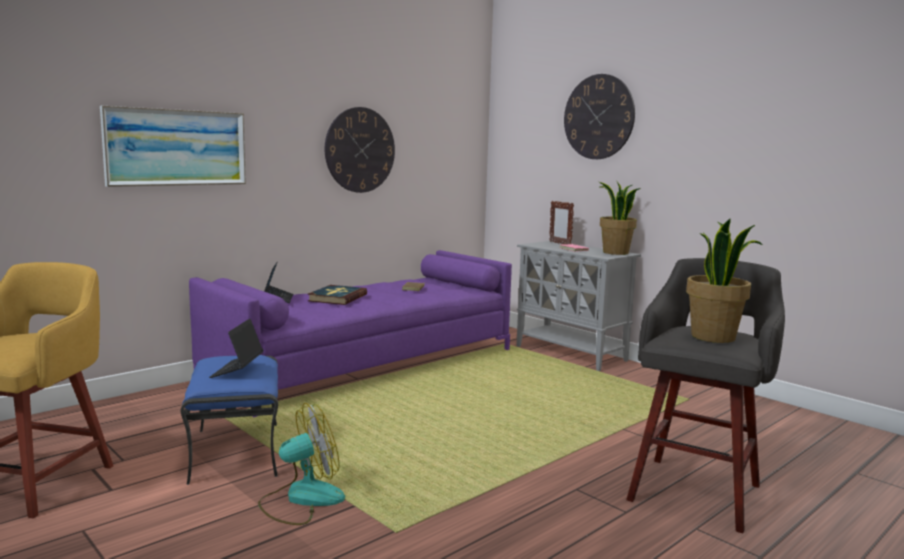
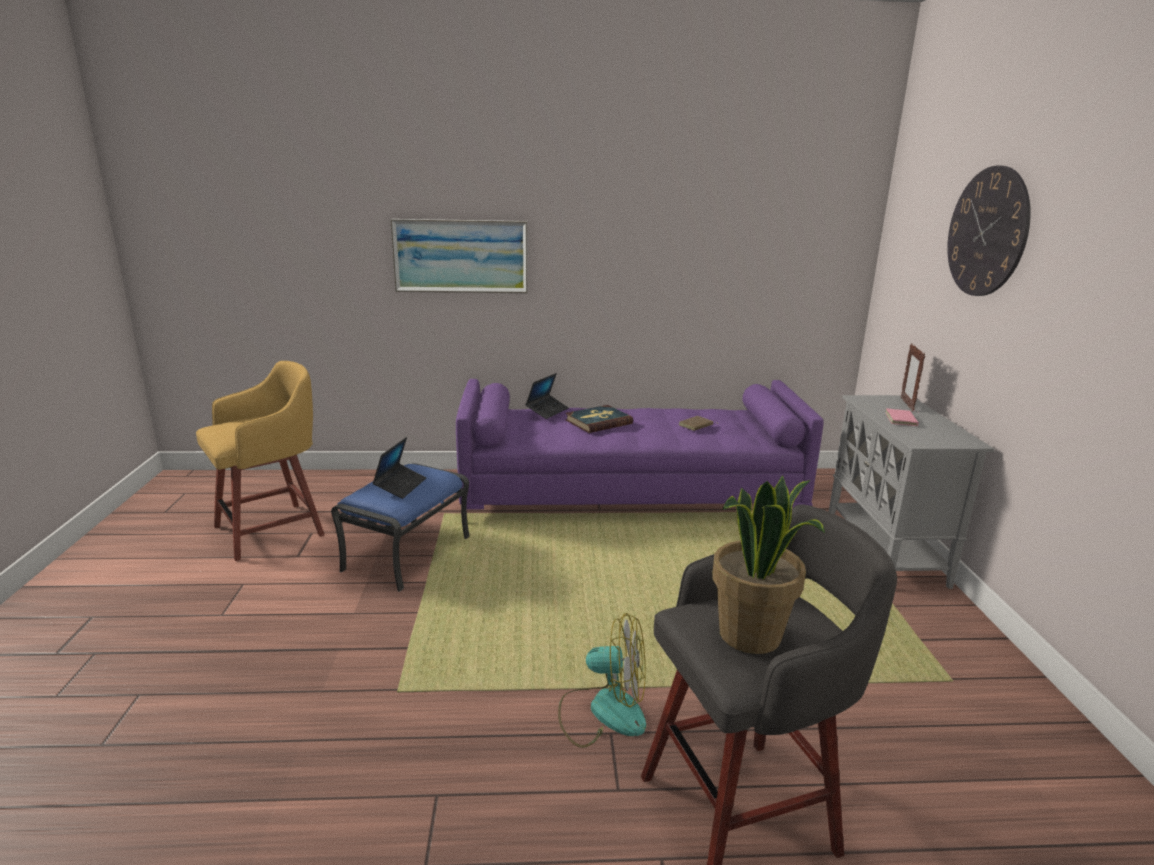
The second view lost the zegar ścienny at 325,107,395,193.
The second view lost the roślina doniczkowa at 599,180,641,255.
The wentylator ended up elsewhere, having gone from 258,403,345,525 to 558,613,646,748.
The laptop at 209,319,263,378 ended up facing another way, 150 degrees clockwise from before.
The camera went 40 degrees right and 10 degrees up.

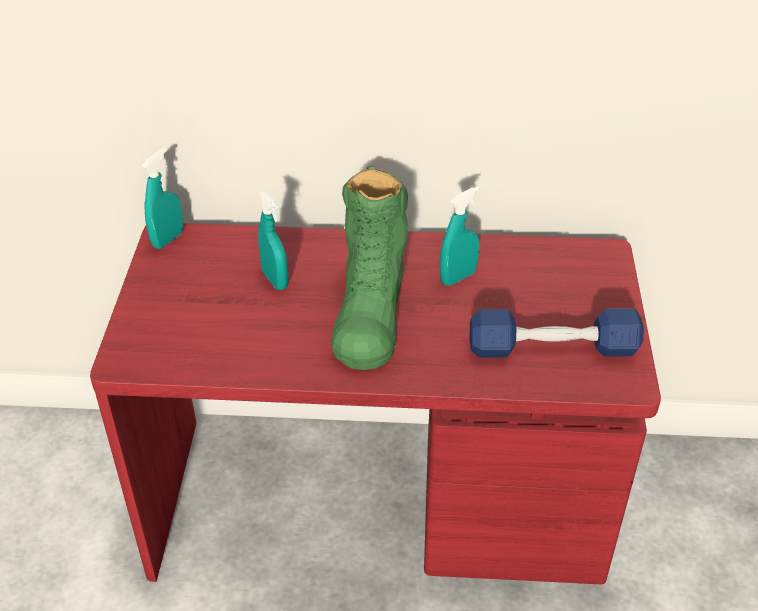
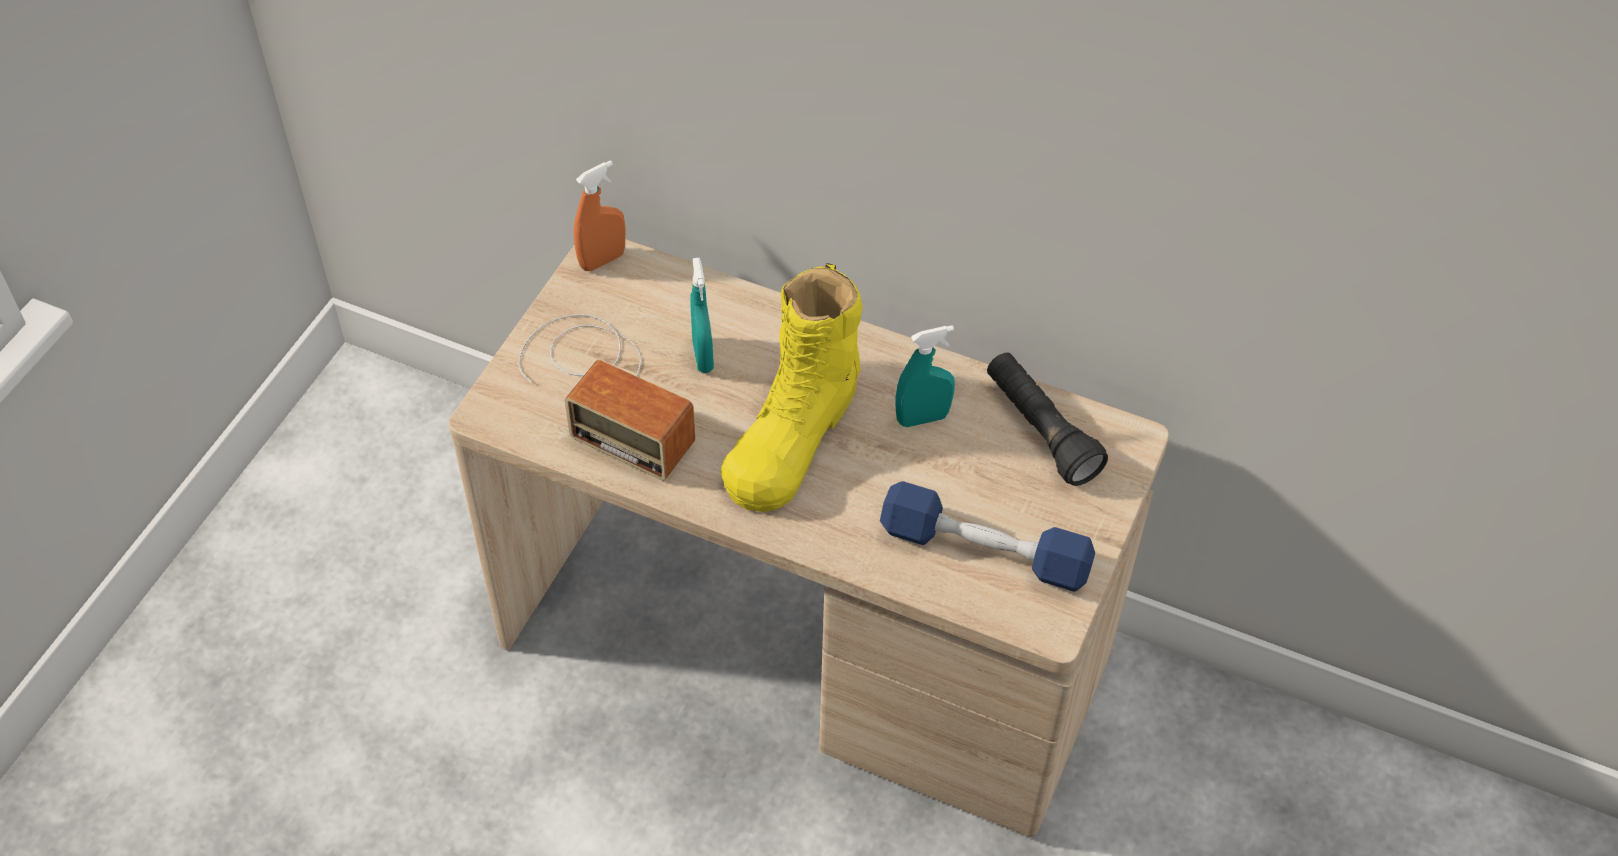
The second view gained the radio at 518,314,695,481.
The second view gained the latarka (czarny) at 987,353,1108,486.
What was the biurko (czerwony) at 90,223,661,584 turned into the biurko (beżowy) at 449,239,1169,837.
What was the spryskiwacz (turkusowy) at 142,148,183,249 turned into the spryskiwacz (pomarańczowy) at 573,160,626,271.
What was the but z cholewką (zielony) at 331,167,408,370 turned into the but z cholewką (żółty) at 720,263,863,512.
The camera went 20 degrees right and 10 degrees up.

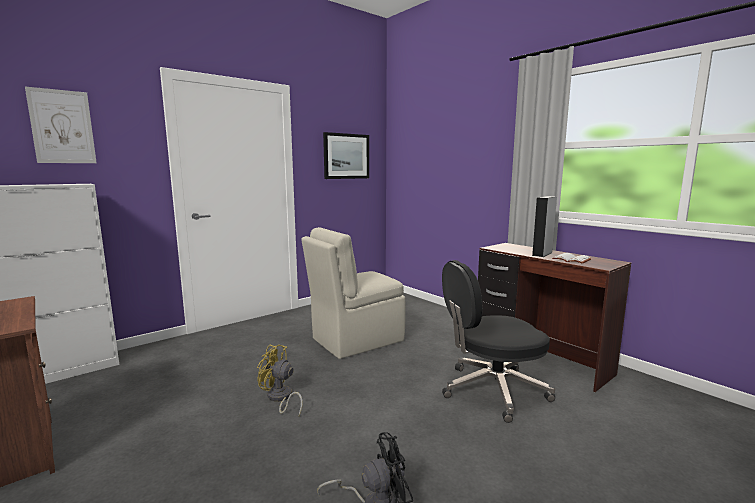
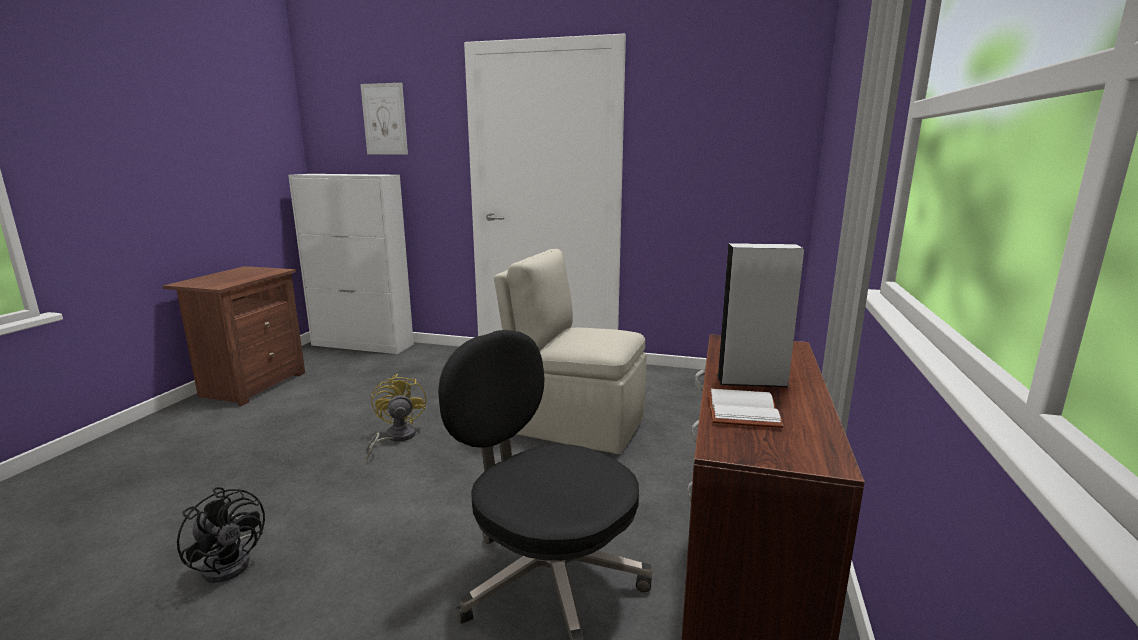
The second view lost the obraz at 323,132,369,179.
The camera went 55 degrees right and 5 degrees up.

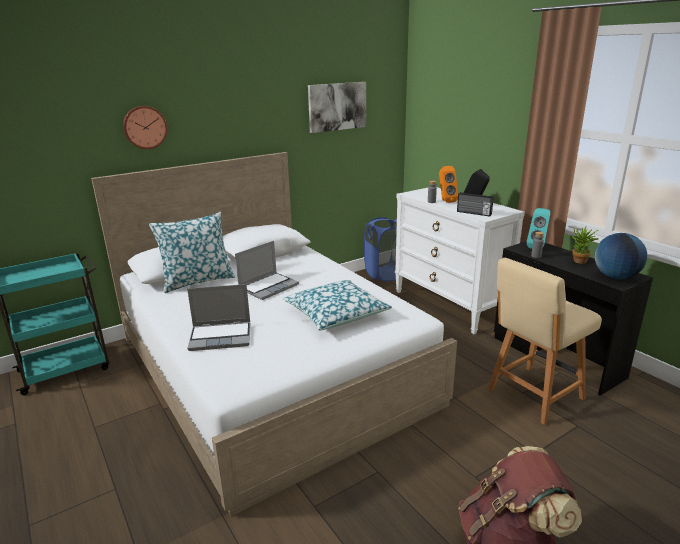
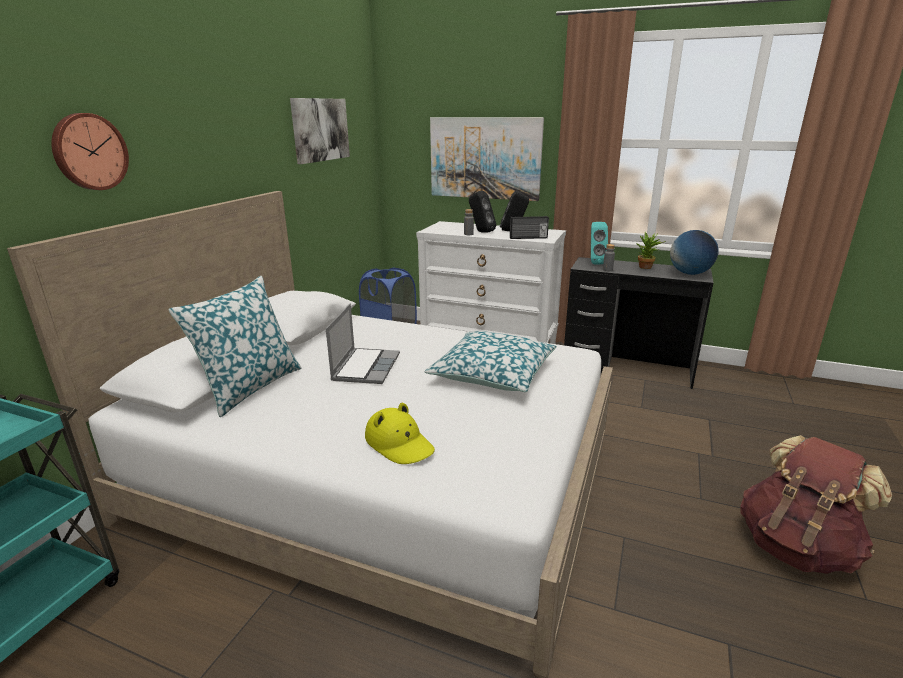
The second view lost the krzesło (beżowy) at 488,258,602,425.
The second view gained the obraz at 430,117,544,201.
Where the laptop stood at 187,284,250,351, the kapelusz (żółty) came to stand at 365,403,435,464.
What was the głośnik (pomarańczowy) at 439,166,458,203 turned into the głośnik (czarny) at 469,191,496,233.
The camera went 35 degrees left and 0 degrees up.

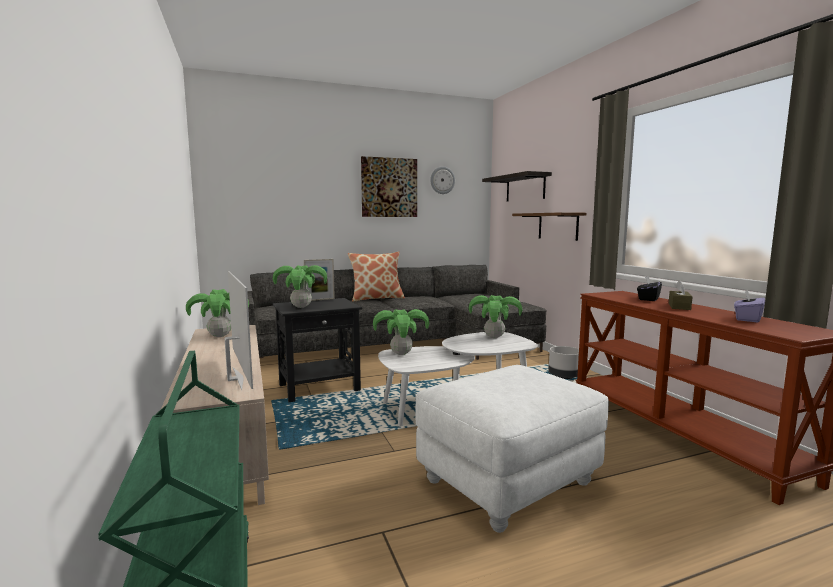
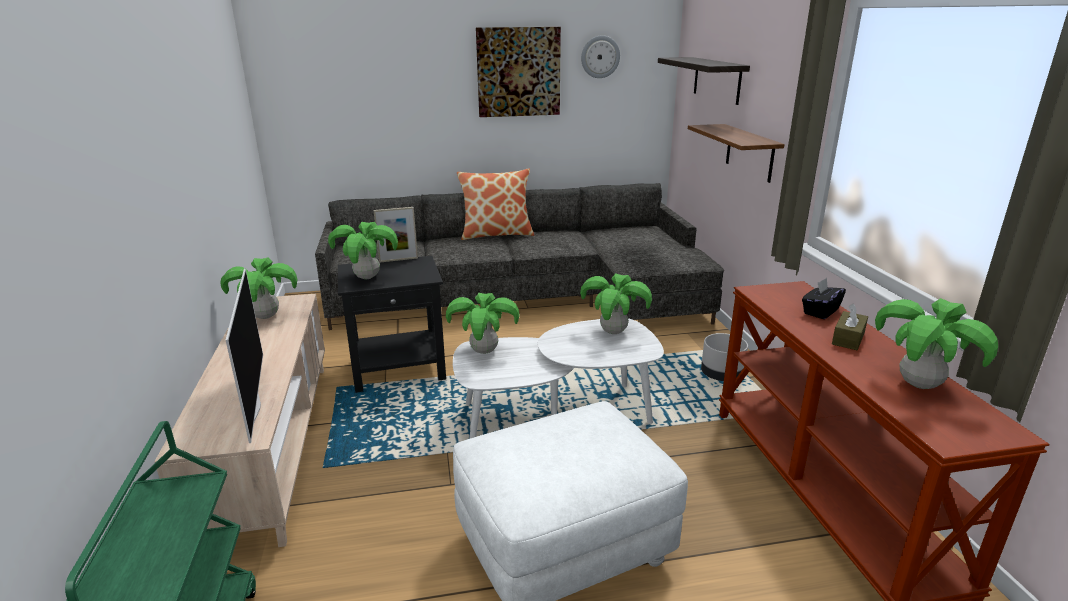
Where the pudełko chusteczek (fioletowy) stood at 734,289,765,323, the roślina doniczkowa came to stand at 875,298,998,389.
The camera went 10 degrees right and 15 degrees up.

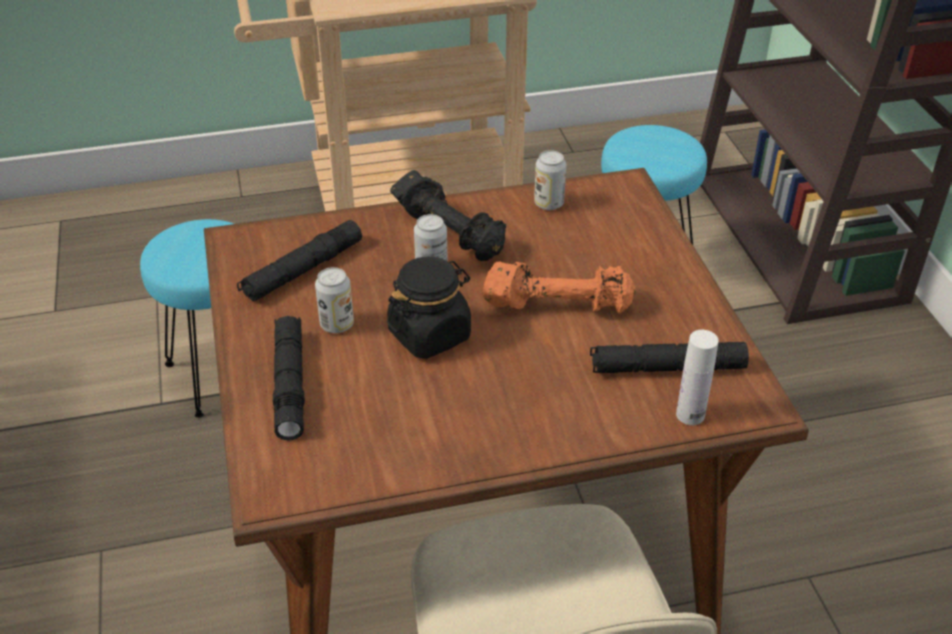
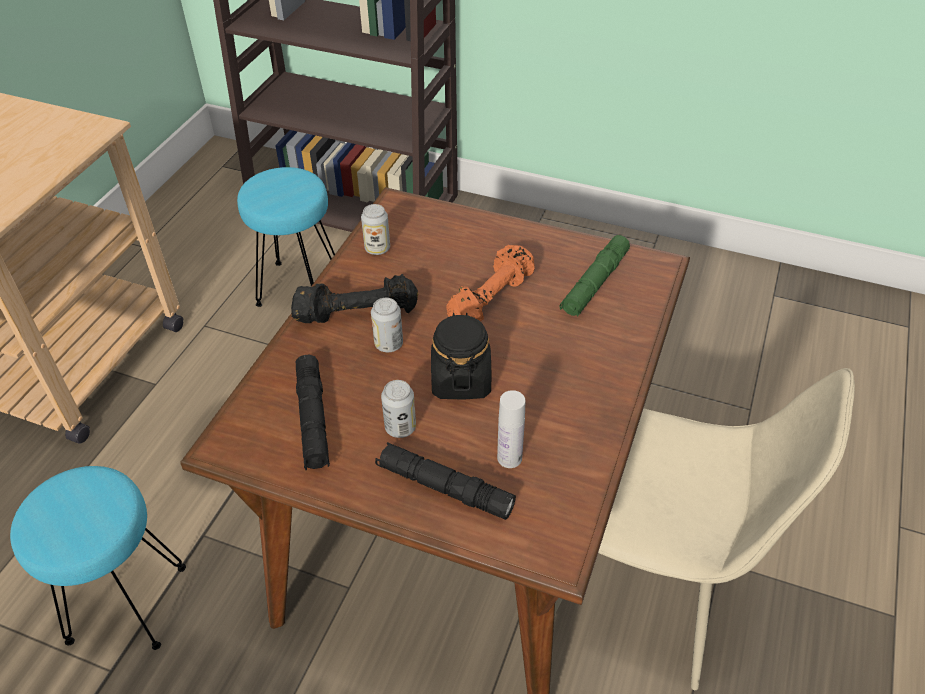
The butelka (biały) ended up elsewhere, having gone from 676,330,719,425 to 497,390,525,468.
What was the latarka (czarny) at 590,342,749,373 turned into the latarka (zielony) at 560,235,630,317.
The camera went 55 degrees left and 5 degrees up.

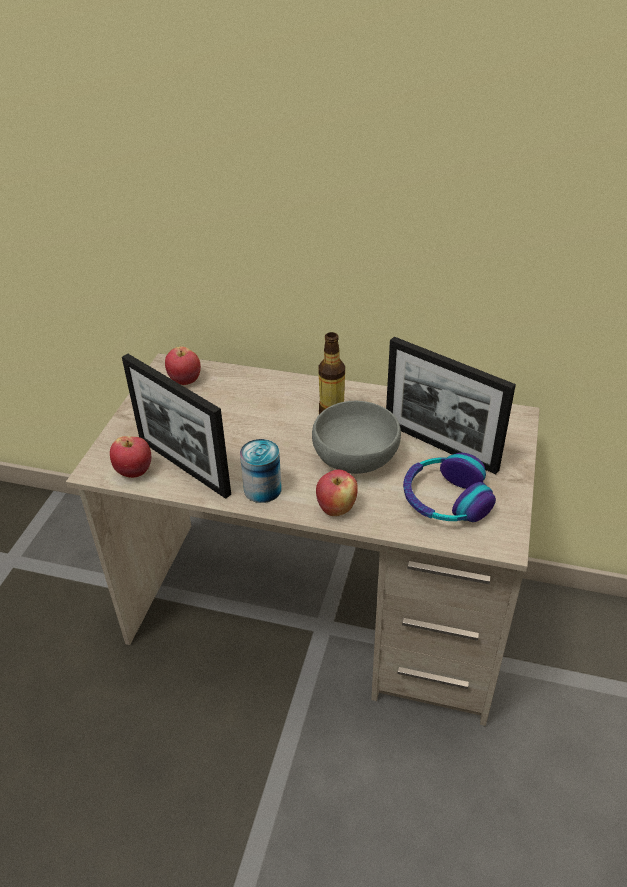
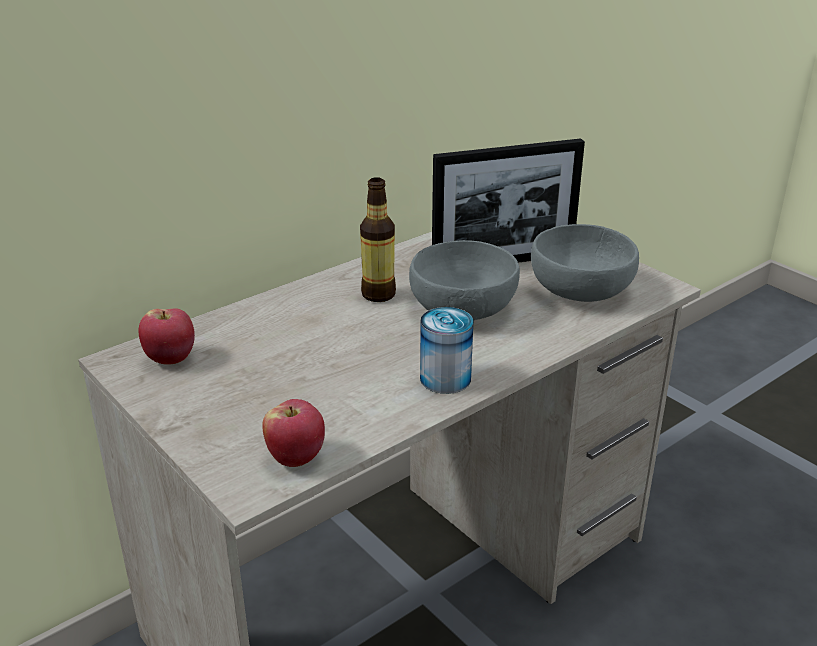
The second view lost the ramka na zdjęcie at 122,354,231,499.
The second view lost the jabłko at 316,470,358,516.
Where the słuchawki stood at 403,453,496,522, the miska (szary) came to stand at 531,224,639,302.
The camera went 55 degrees left and 10 degrees down.

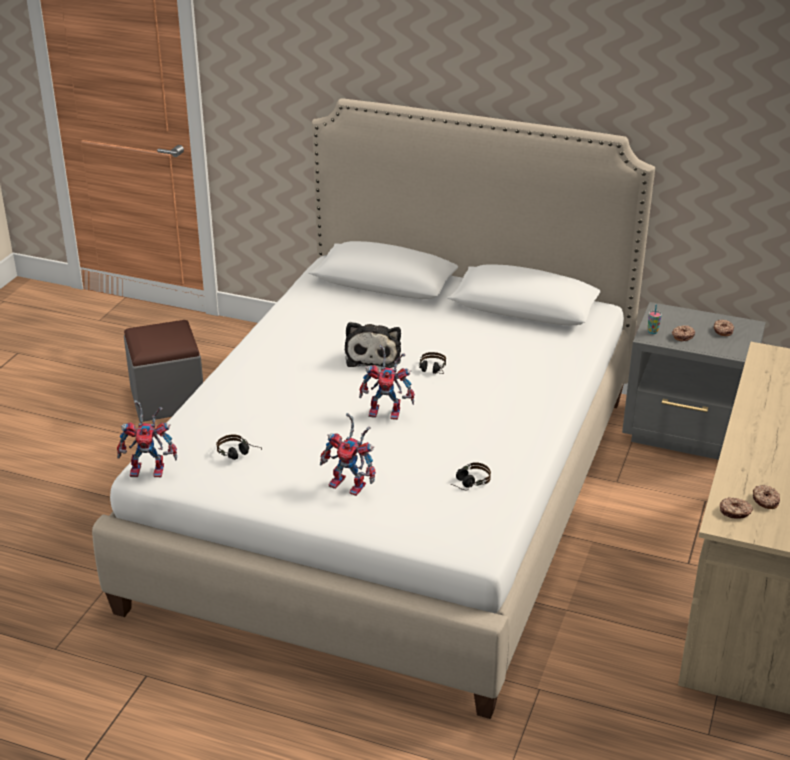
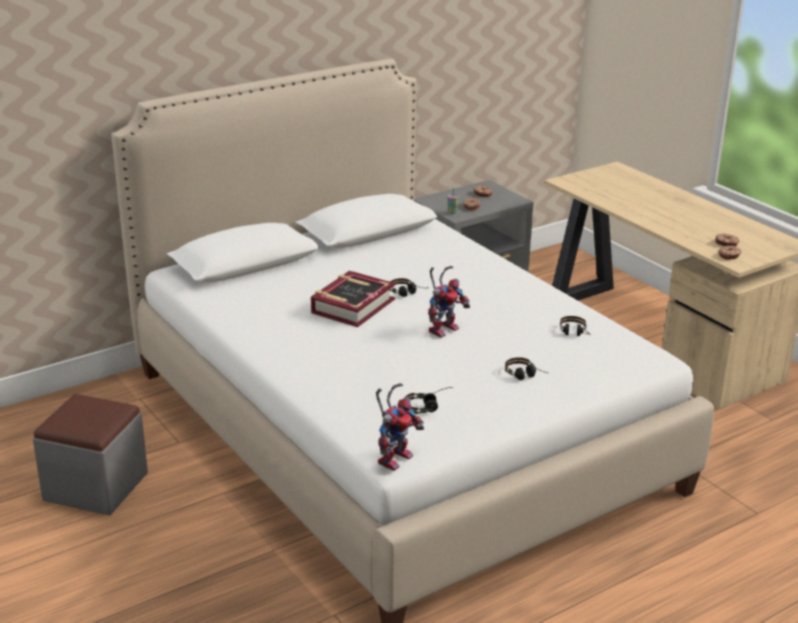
Where the robot zabawkowy stood at 320,413,376,496, the słuchawki came to stand at 505,357,548,380.
Where the pluszak stood at 345,322,401,368, the książka came to stand at 311,271,395,327.
The camera went 55 degrees left and 5 degrees down.

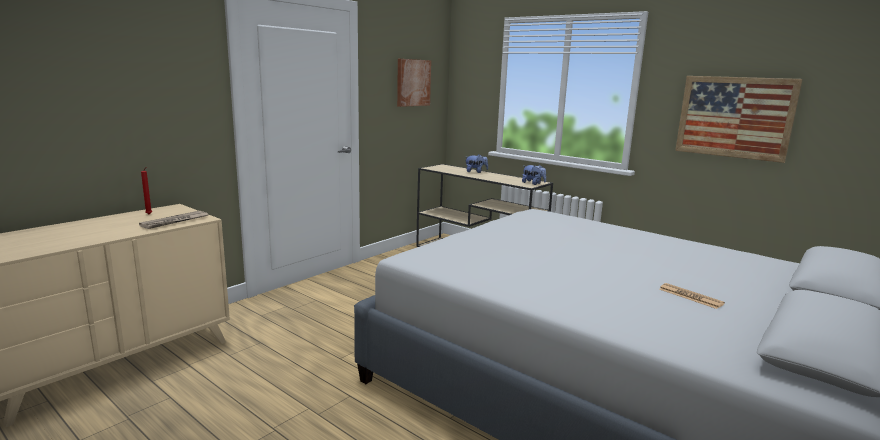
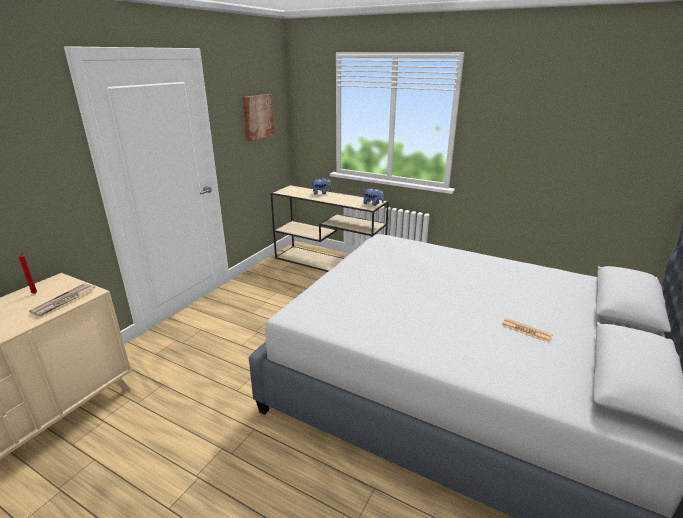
The second view lost the obraz at 675,76,803,163.
The camera went 10 degrees left and 10 degrees up.

